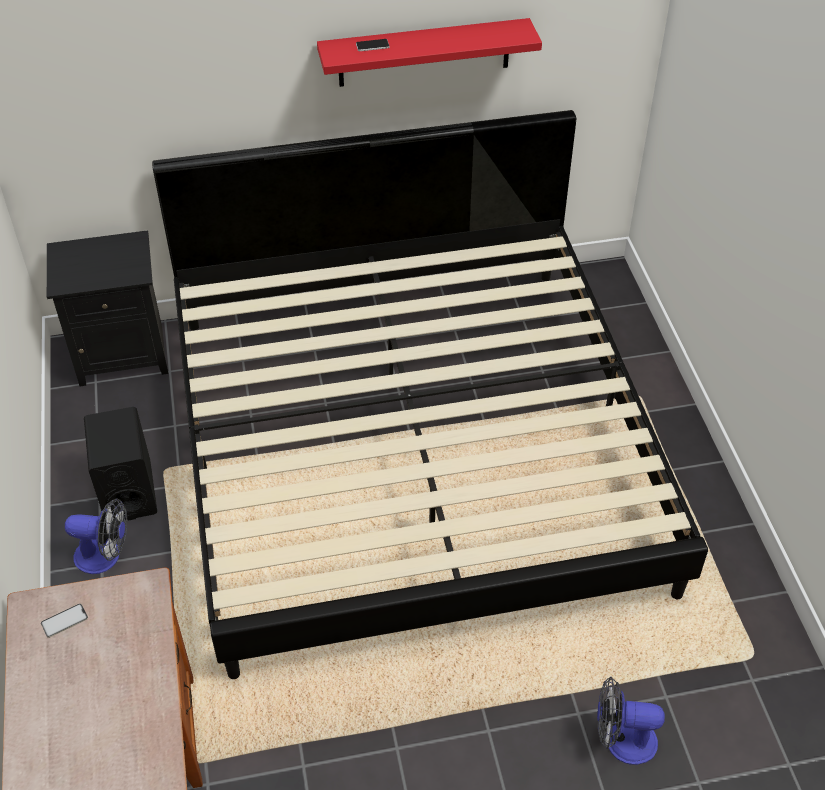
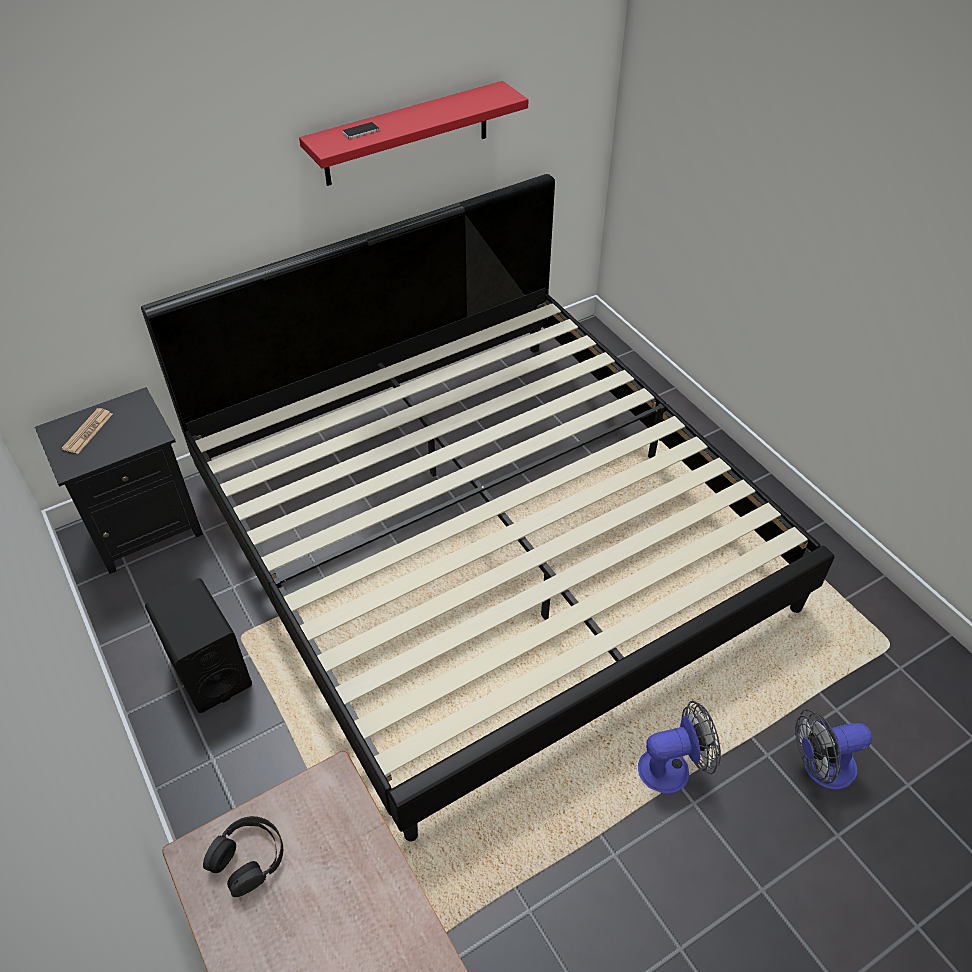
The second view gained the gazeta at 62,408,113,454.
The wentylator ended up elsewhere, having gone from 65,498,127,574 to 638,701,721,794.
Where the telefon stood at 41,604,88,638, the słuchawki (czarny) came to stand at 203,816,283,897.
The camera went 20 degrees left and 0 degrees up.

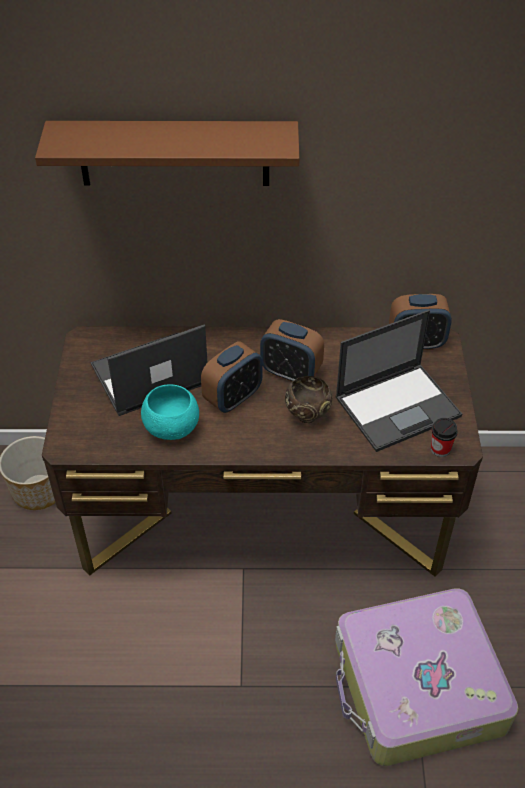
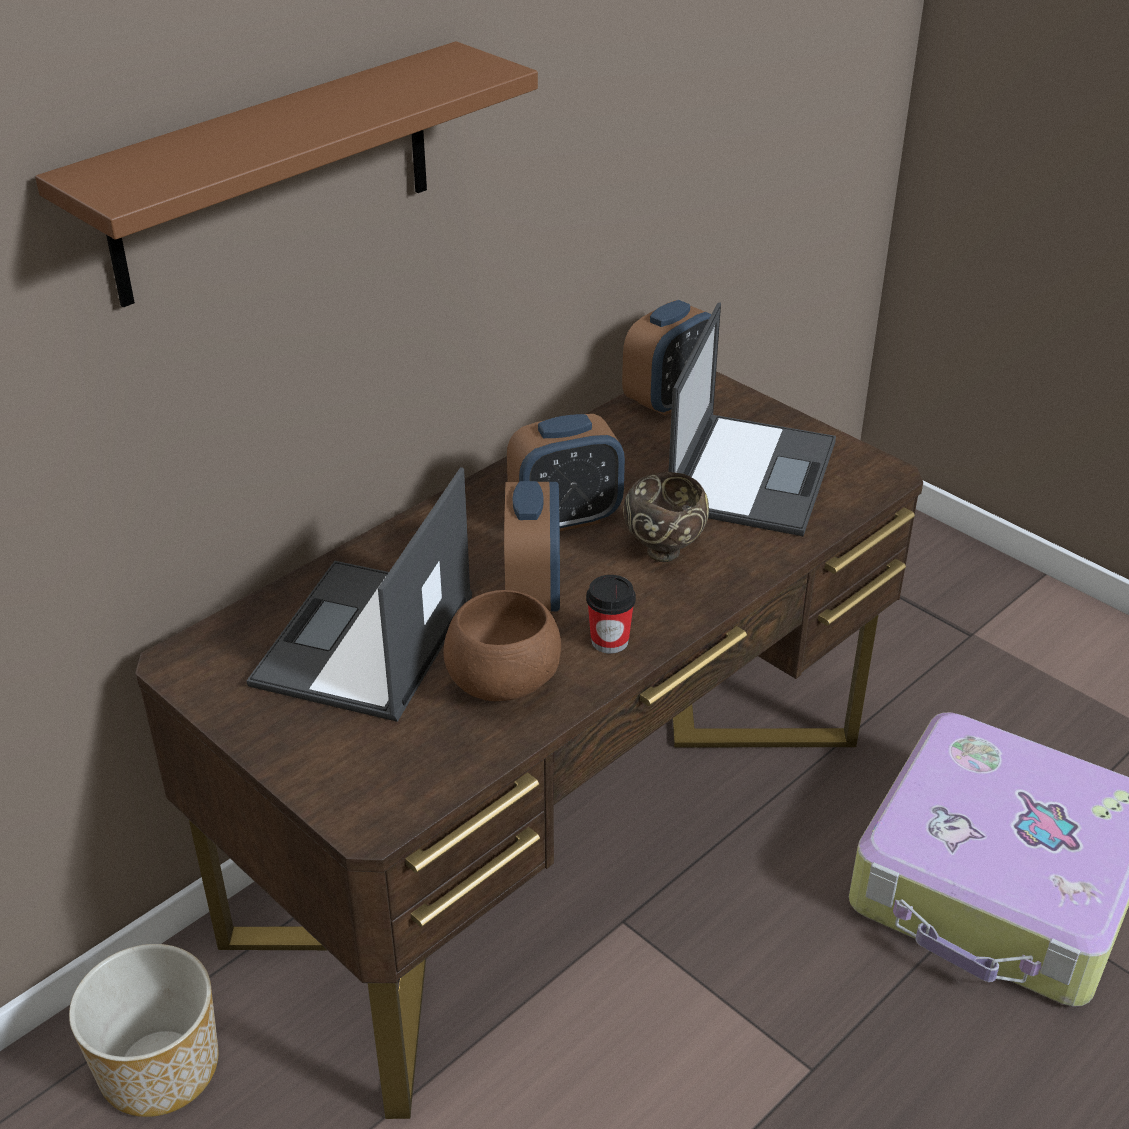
The filiżanka ended up elsewhere, having gone from 431,418,458,457 to 586,575,636,654.
What was the miska (turkusowy) at 141,384,199,440 turned into the miska (brązowy) at 443,590,561,701.
The camera went 45 degrees left and 10 degrees down.

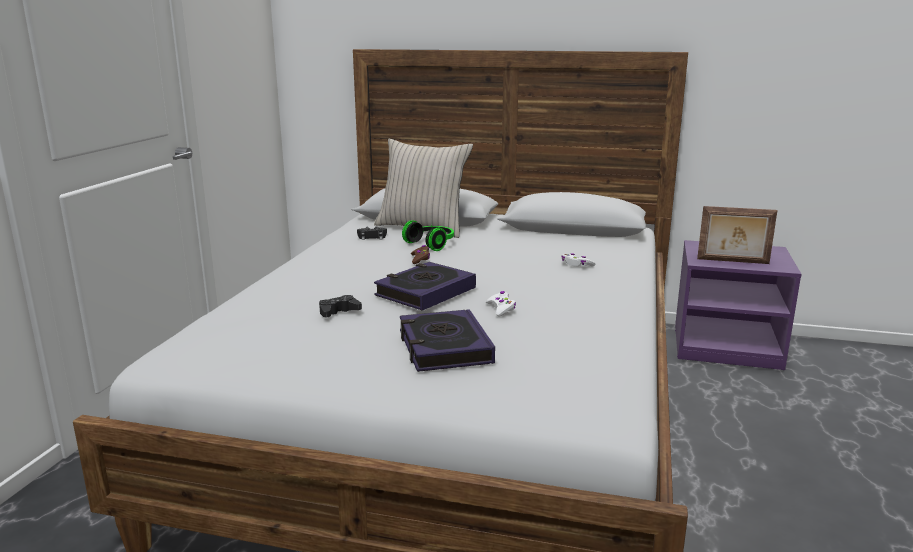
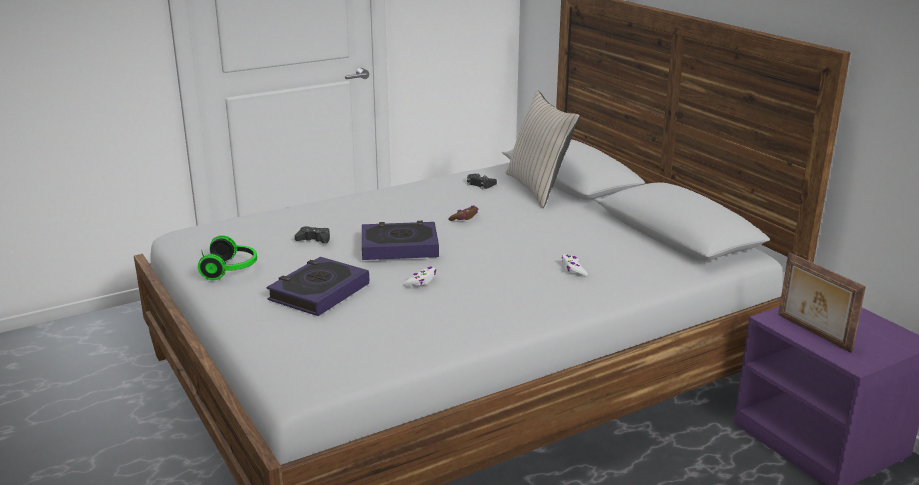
The słuchawki ended up elsewhere, having gone from 402,220,454,251 to 198,235,257,280.
The camera went 45 degrees right and 5 degrees up.

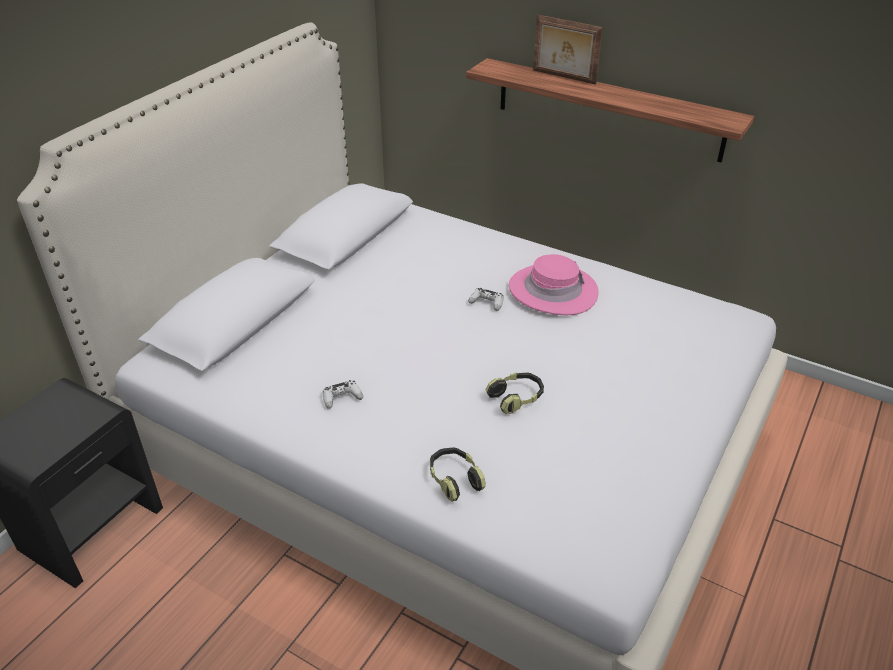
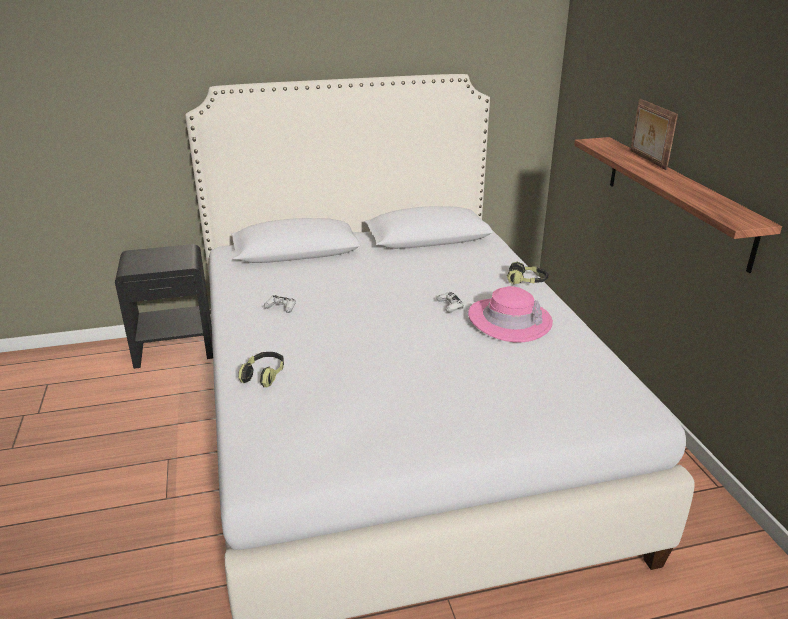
The słuchawki ended up elsewhere, having gone from 486,373,544,414 to 507,262,549,284.
The camera went 45 degrees right and 10 degrees down.

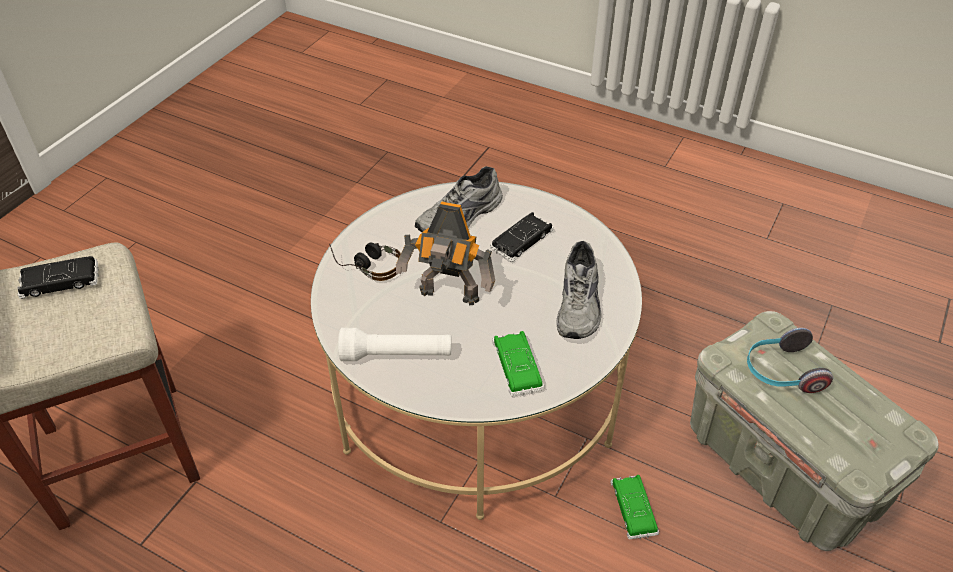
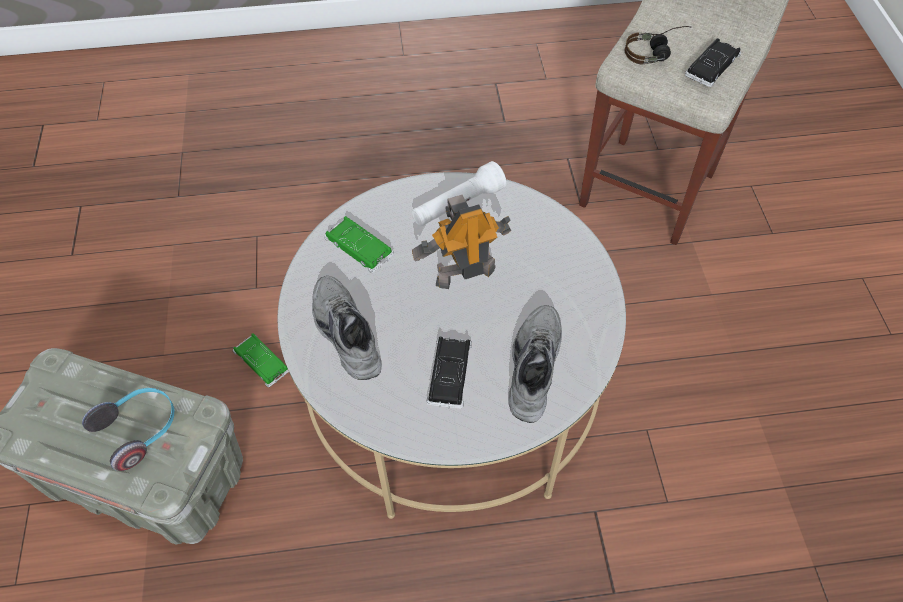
The słuchawki ended up elsewhere, having gone from 329,243,401,281 to 625,26,690,64.
The camera went 145 degrees right and 10 degrees up.

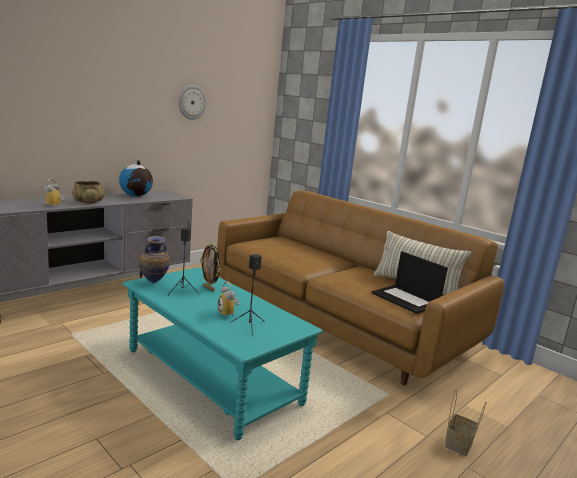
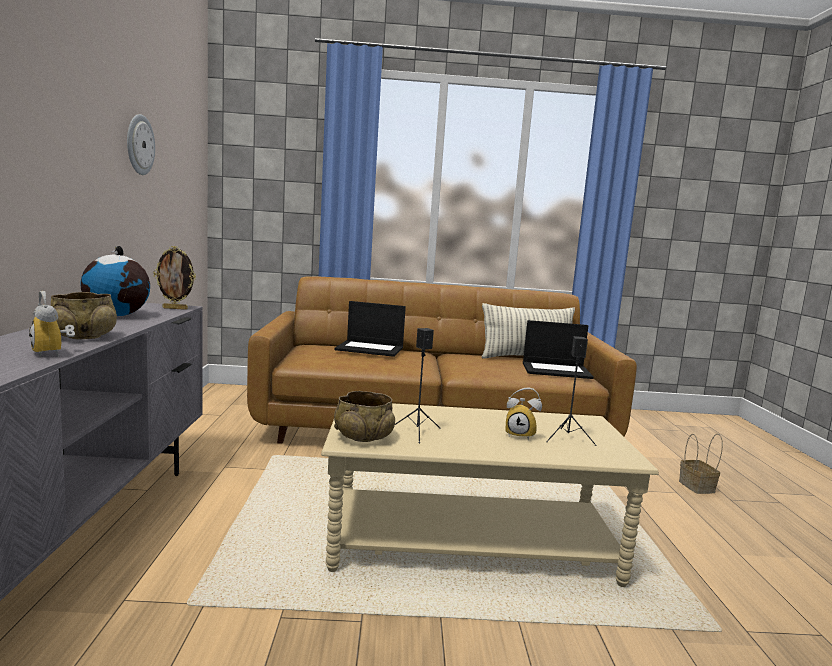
The second view gained the laptop at 334,301,406,357.
The ramka na zdjęcie ended up elsewhere, having gone from 200,243,221,292 to 153,246,196,310.
Where the wazon stood at 139,236,170,283, the miska (beżowy) came to stand at 334,391,395,442.
What was the ława (turkusowy) at 123,267,323,440 turned into the ława (beżowy) at 321,403,659,587.
The camera went 45 degrees left and 5 degrees down.

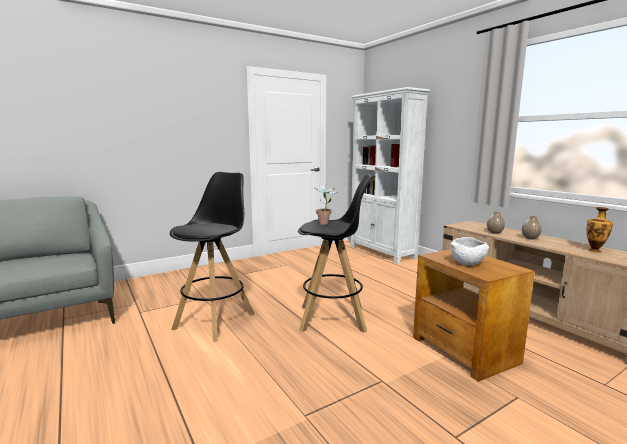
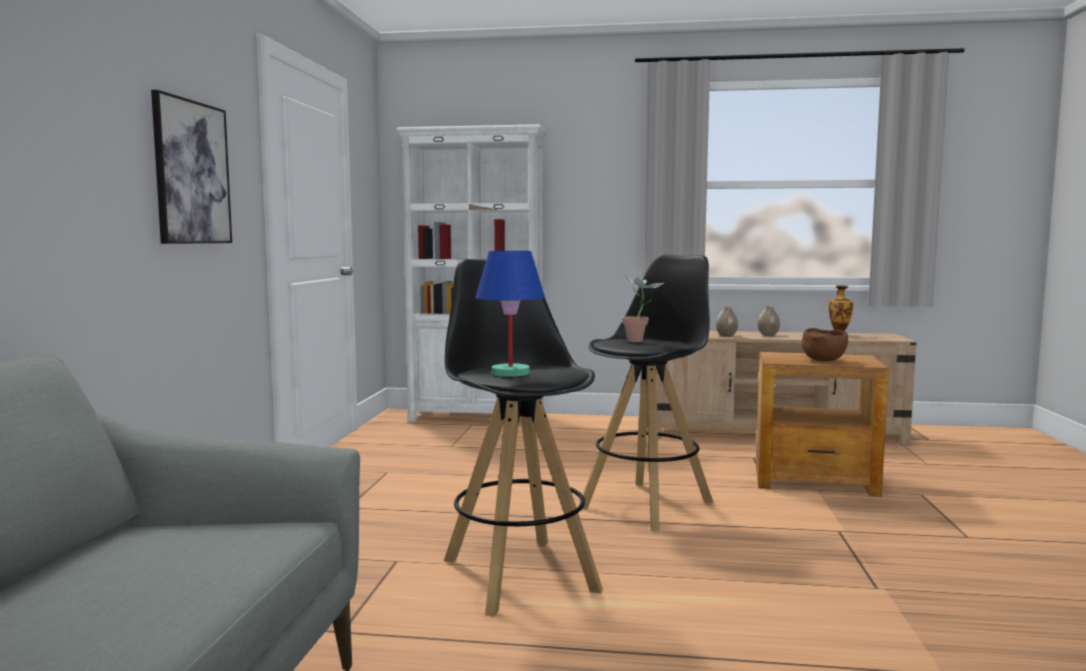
The second view gained the obraz at 151,90,232,244.
The second view gained the lampa stołowa (niebieski) at 475,251,545,376.
What was the miska (biały) at 450,237,489,265 turned into the miska (brązowy) at 802,328,848,362.
The camera went 50 degrees left and 5 degrees down.

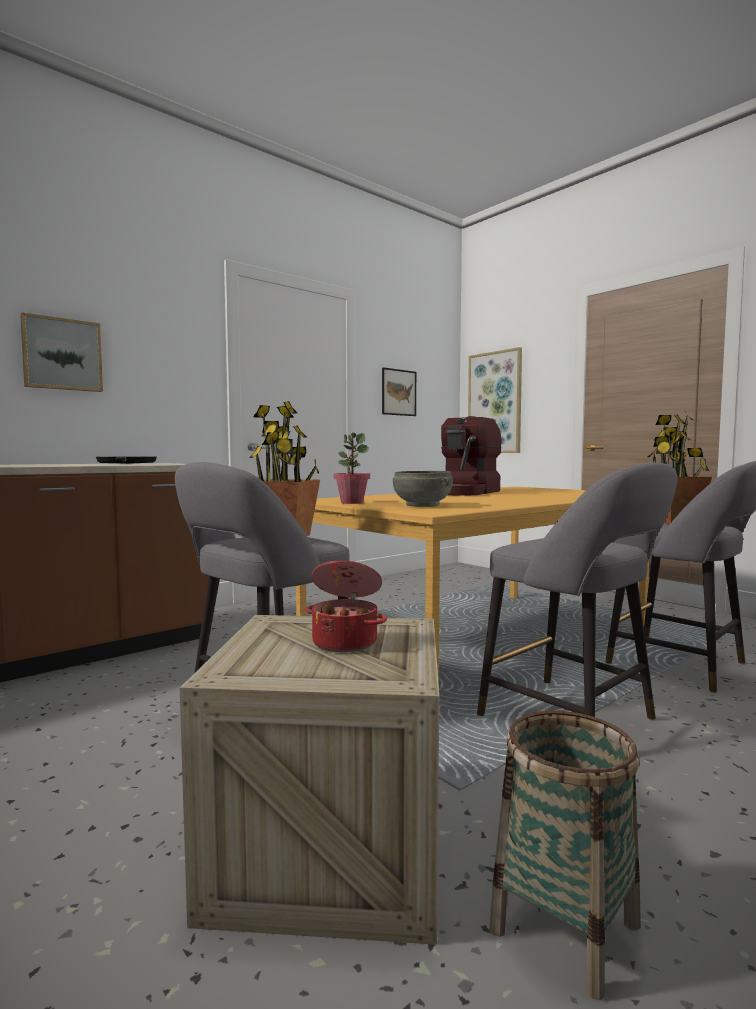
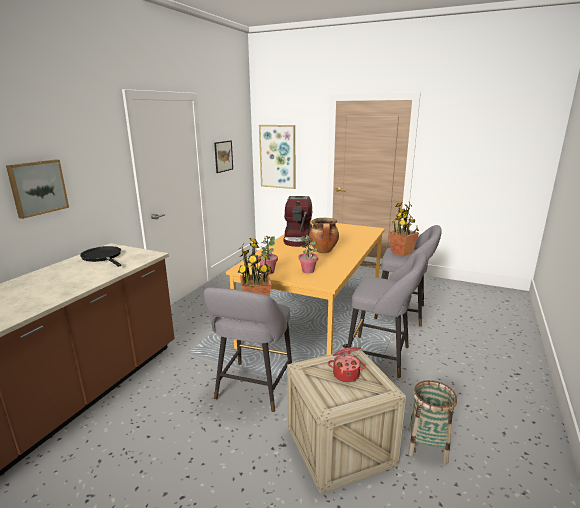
The second view gained the garnek at 309,218,339,253.
Where the miska (szary) stood at 393,471,453,507, the roślina doniczkowa came to stand at 298,235,318,273.
The camera went 25 degrees left and 15 degrees up.

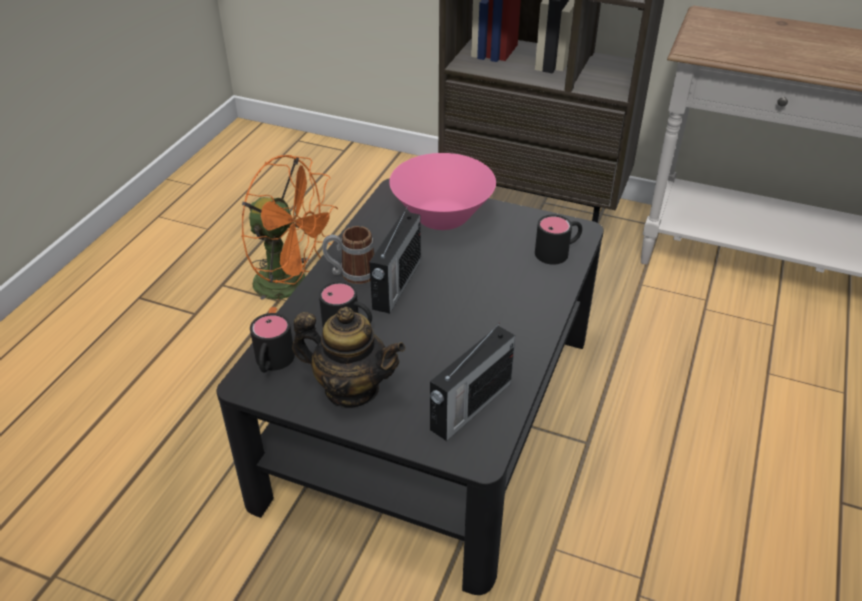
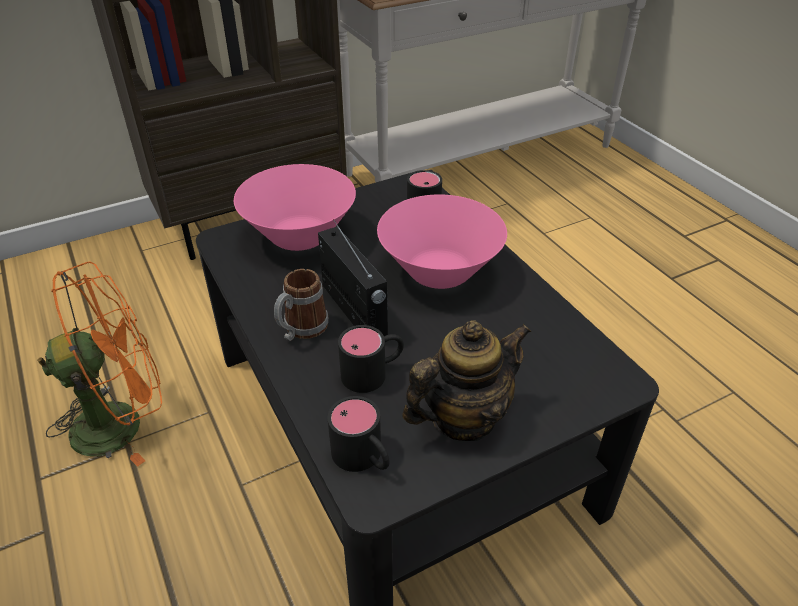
The second view lost the radio at 430,323,515,441.
The second view gained the miska (różowy) at 377,194,507,289.
The camera went 50 degrees left and 0 degrees up.

